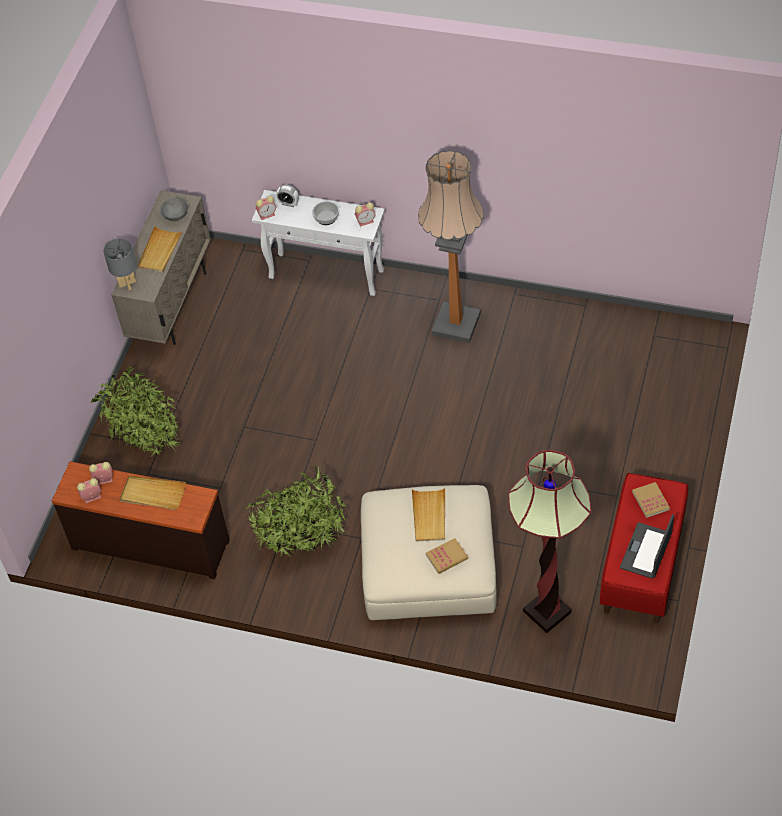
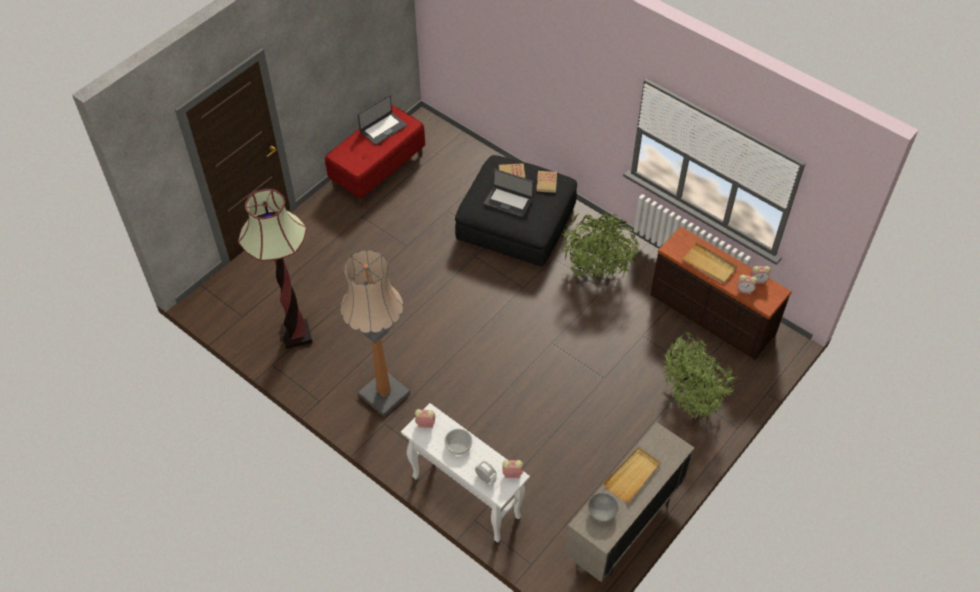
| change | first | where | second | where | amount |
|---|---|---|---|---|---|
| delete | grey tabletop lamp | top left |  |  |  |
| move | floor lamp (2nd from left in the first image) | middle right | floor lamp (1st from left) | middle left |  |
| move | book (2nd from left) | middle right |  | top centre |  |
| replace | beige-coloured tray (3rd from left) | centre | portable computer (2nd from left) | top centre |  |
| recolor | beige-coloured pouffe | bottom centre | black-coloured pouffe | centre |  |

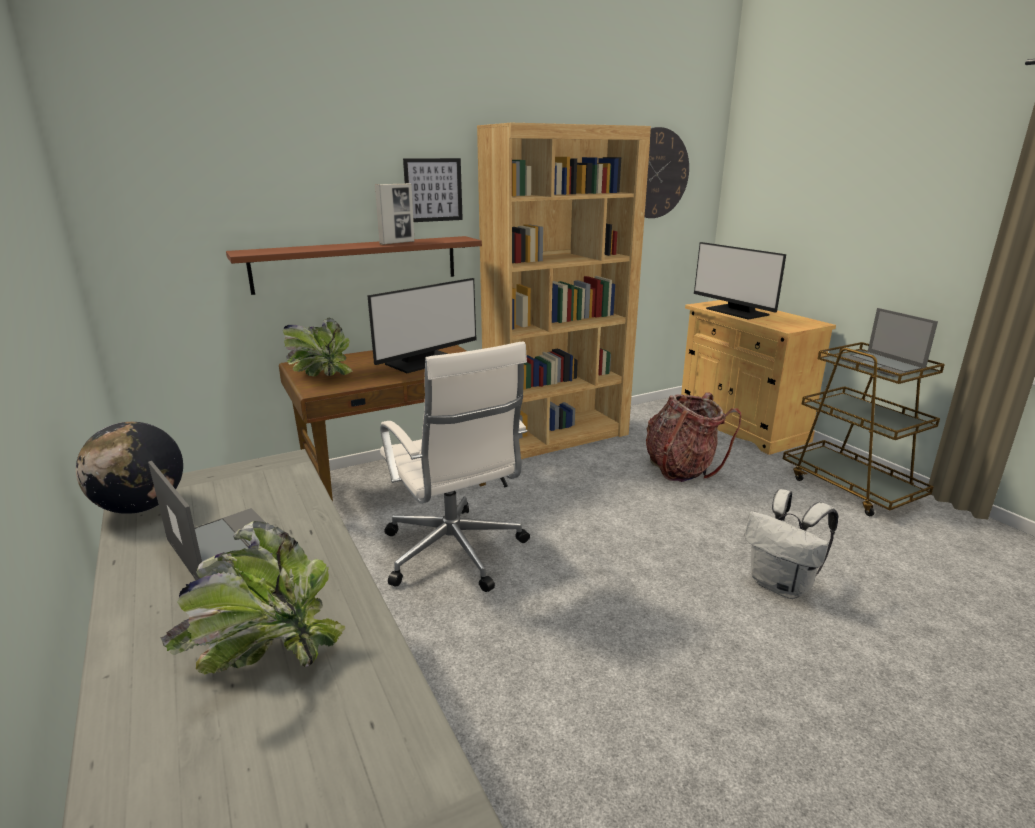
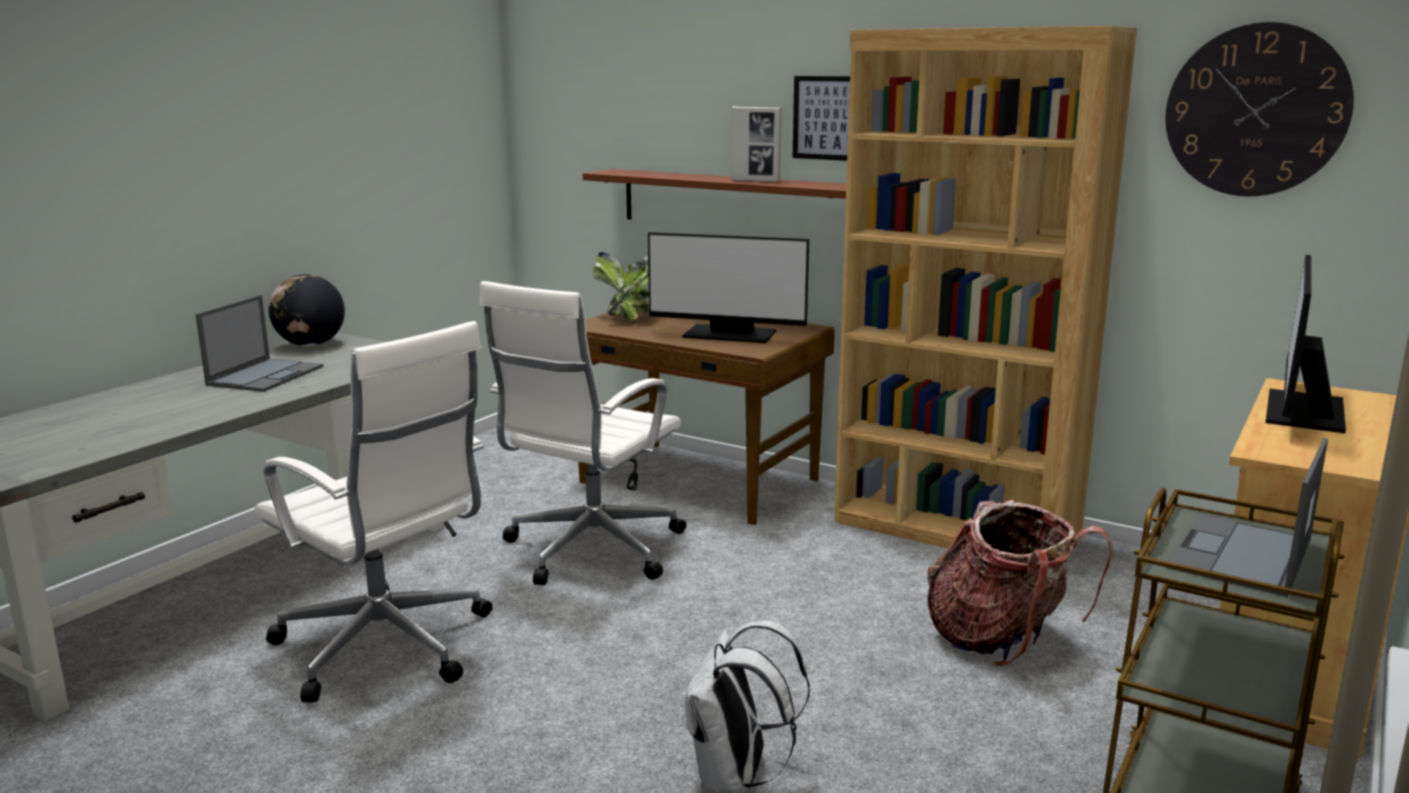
| change | first | where | second | where | amount |
|---|---|---|---|---|---|
| delete | plant in a pot (1st from left) | bottom left |  |  |  |
| insert |  |  | whitish desk chair (1st from left) | middle left |  |

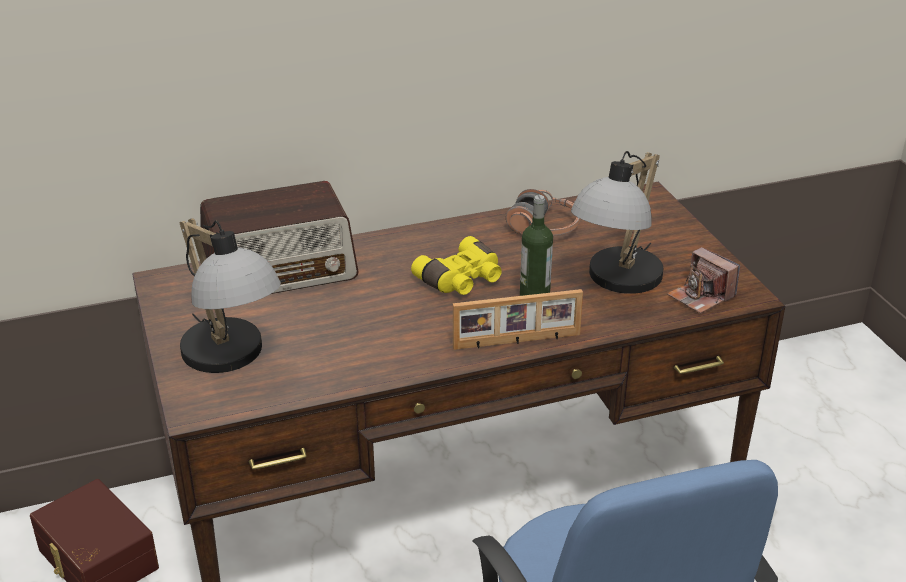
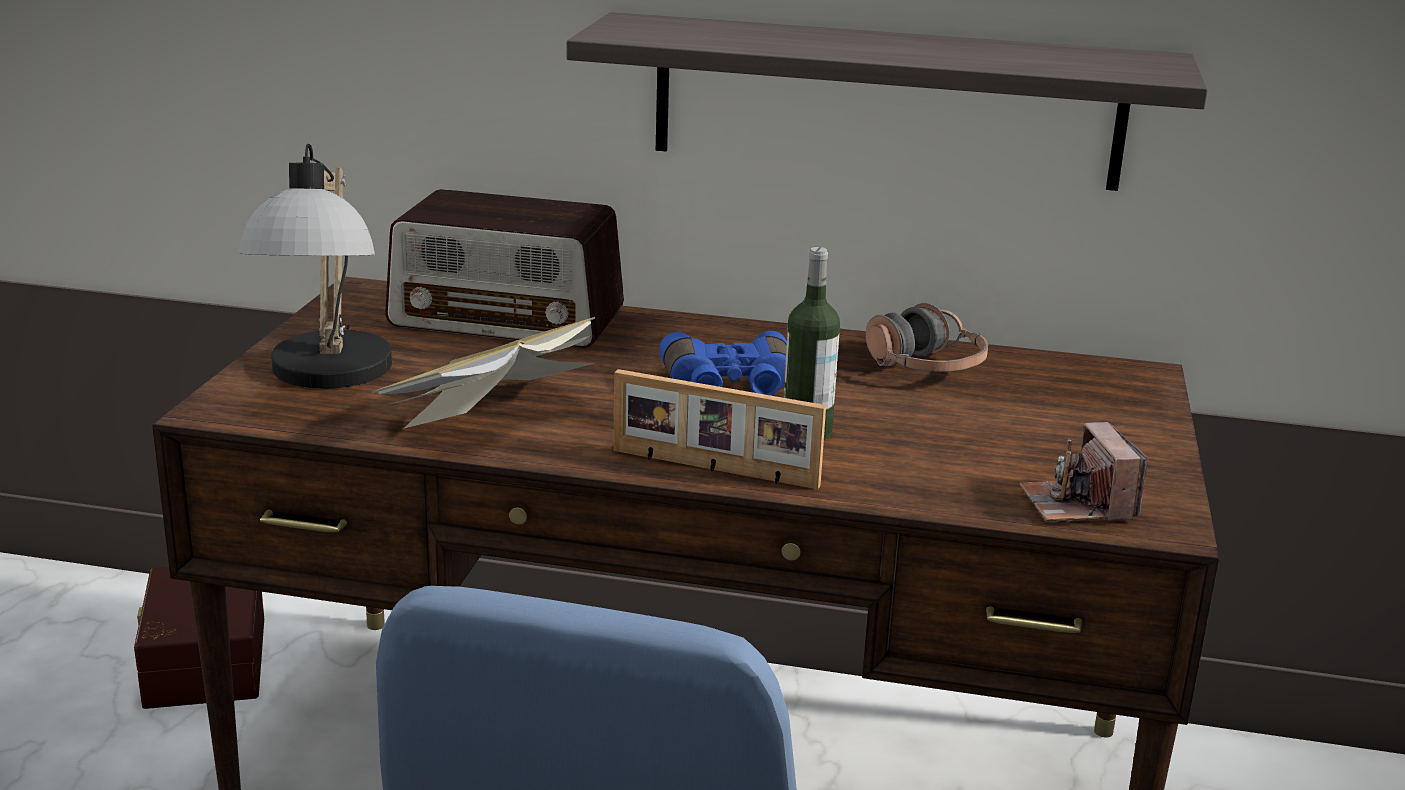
| change | first | where | second | where | amount |
|---|---|---|---|---|---|
| delete | tabletop lamp (2nd from left) | middle right |  |  |  |
| insert |  |  | book | centre |  |
| insert |  |  | shelf | top centre |  |
| recolor | yellow pair of binoculars | centre | blue pair of binoculars | centre |  |

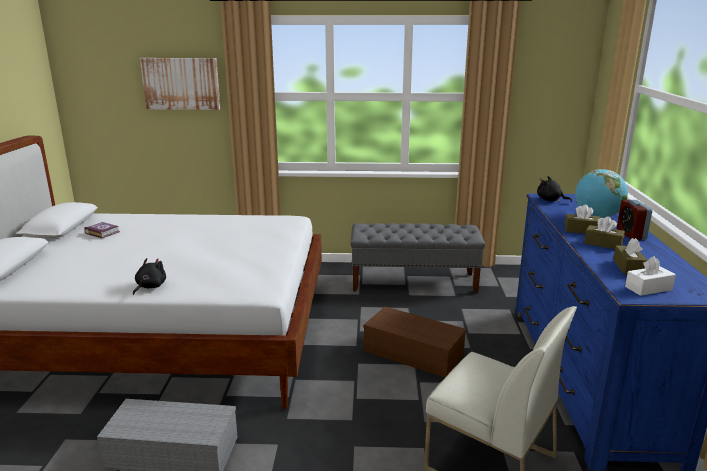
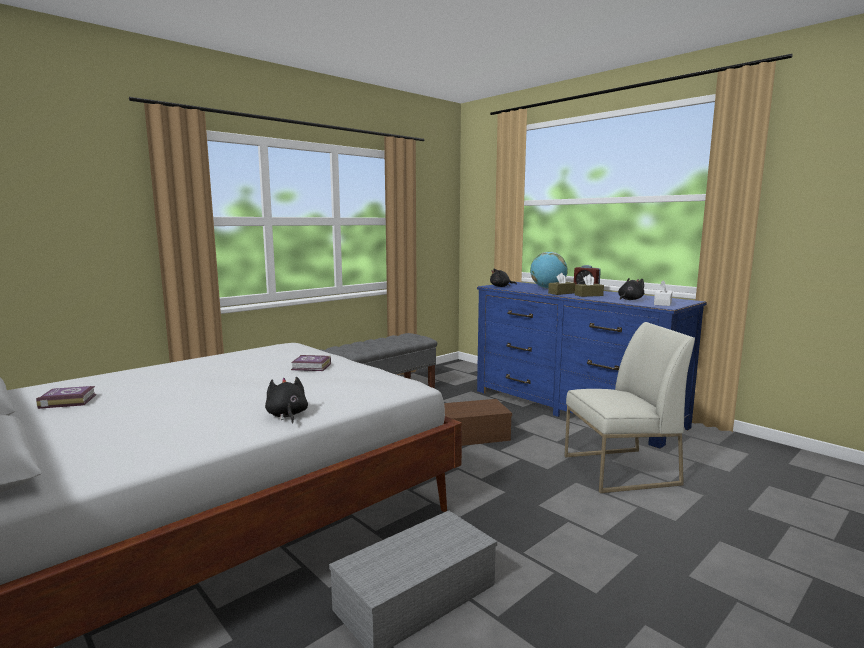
| change | first | where | second | where | amount |
|---|---|---|---|---|---|
| delete | picture | top left |  |  |  |
| insert |  |  | book (2nd from left) | centre |  |
| replace | brown tissue holder (3rd from left) | middle right | black-coloured plush toy (3rd from left) | middle right |  |

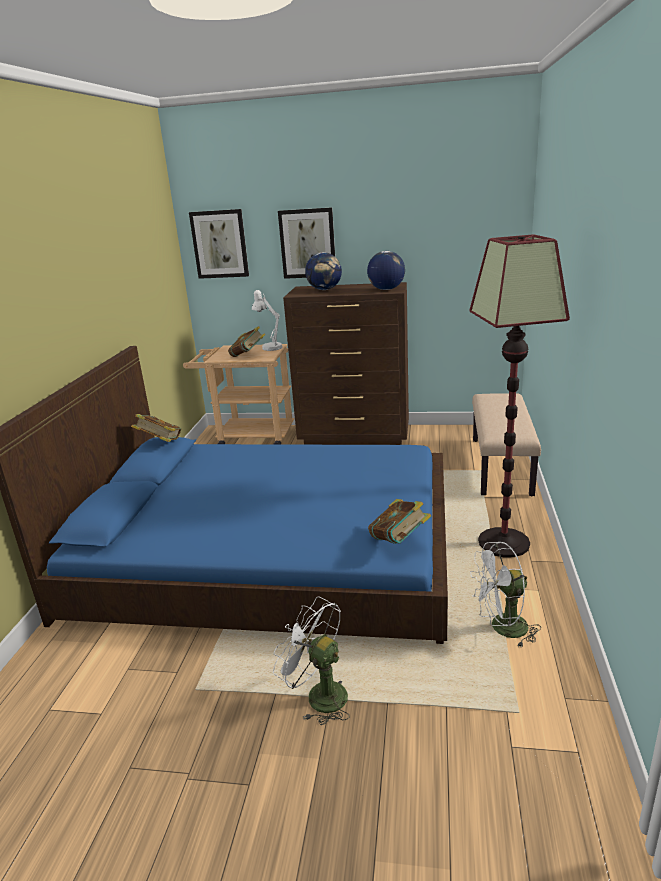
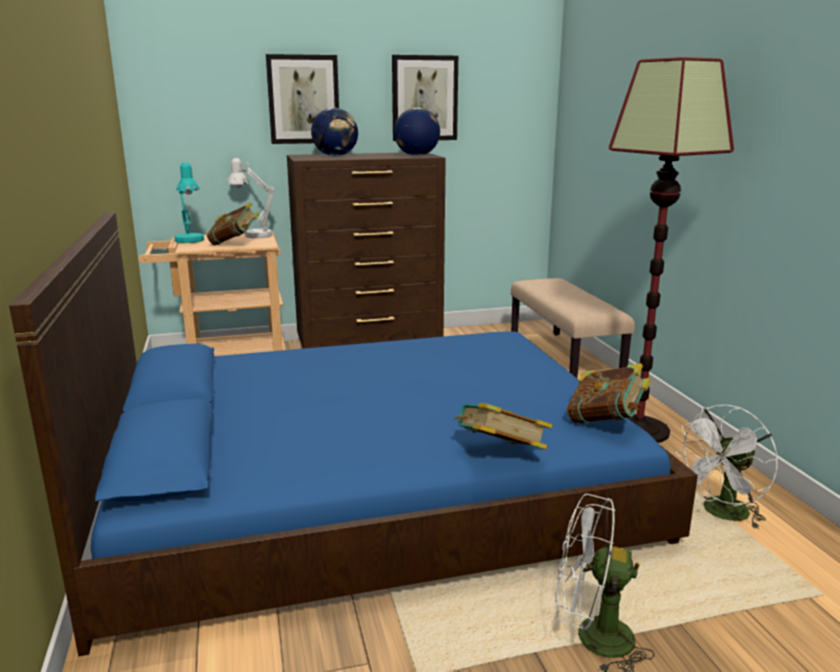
| change | first | where | second | where | amount |
|---|---|---|---|---|---|
| insert |  |  | blue-green tabletop lamp | top left |  |
| move | book (1st from left in the first image) | middle left | book (2nd from left) | centre |  |
| move | picture (1st from left in the first image) | top left | picture (2nd from left) | top centre |  |

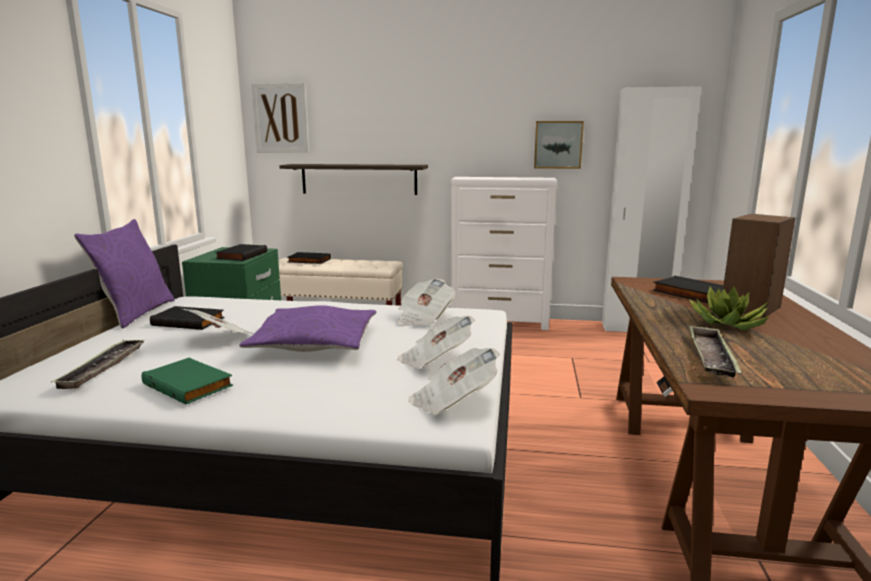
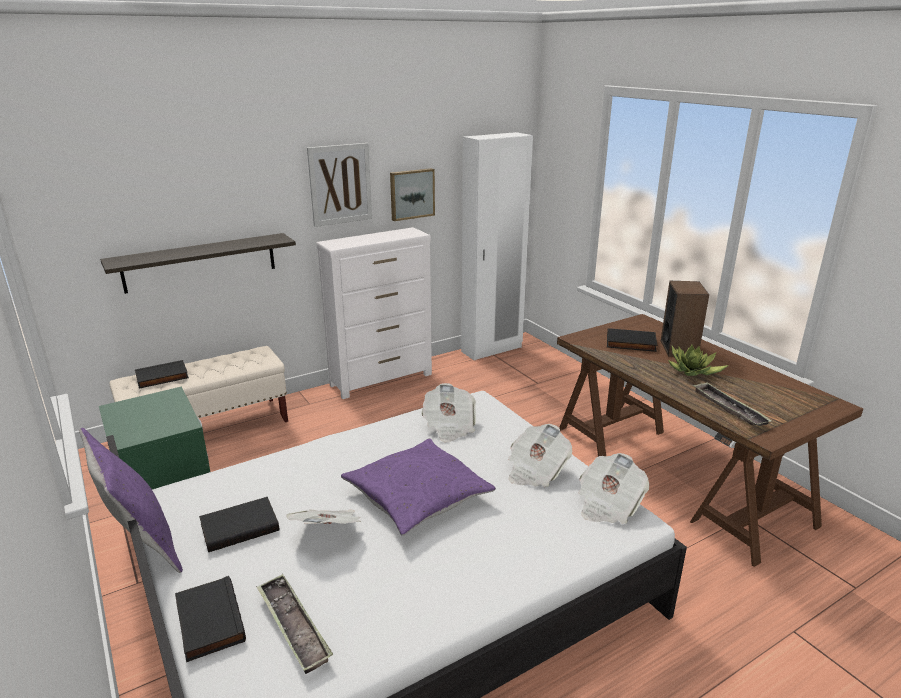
| change | first | where | second | where | amount |
|---|---|---|---|---|---|
| delete | green-coloured book | middle left |  |  |  |
| move | black-coloured book (2nd from left) | middle left |  | bottom left |  |
| move | picture (1st from left) | top left |  | top centre |  |

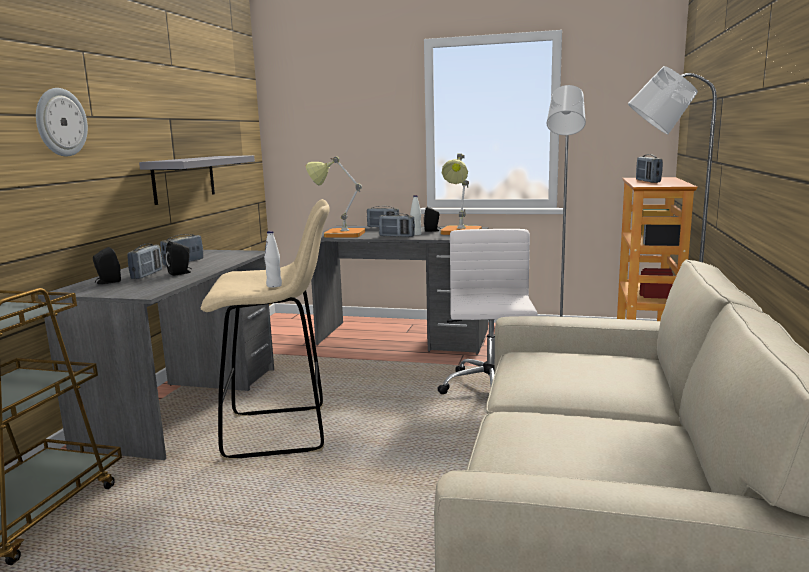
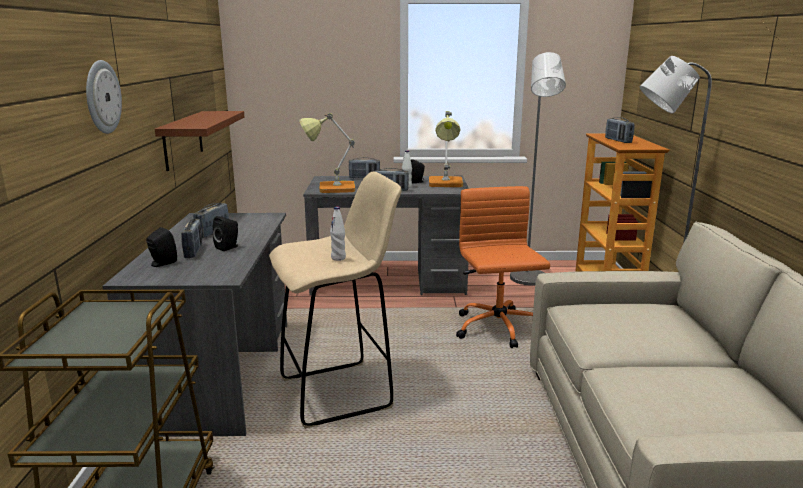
| change | first | where | second | where | amount |
|---|---|---|---|---|---|
| recolor | grey shelf | top left | brown shelf | top left |  |
| recolor | whitish desk chair | centre | orange desk chair | centre |  |

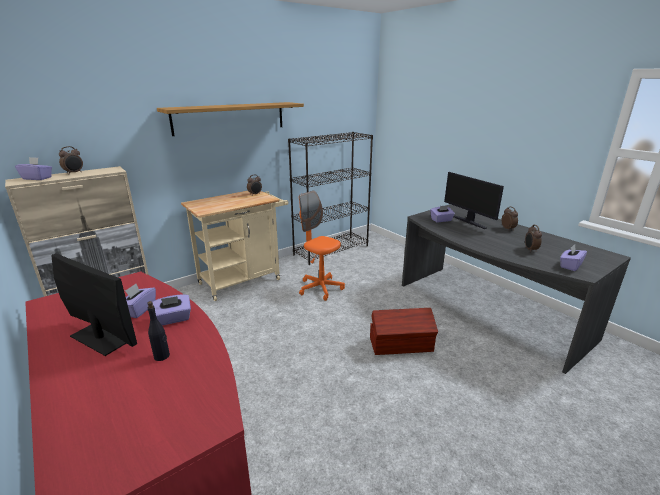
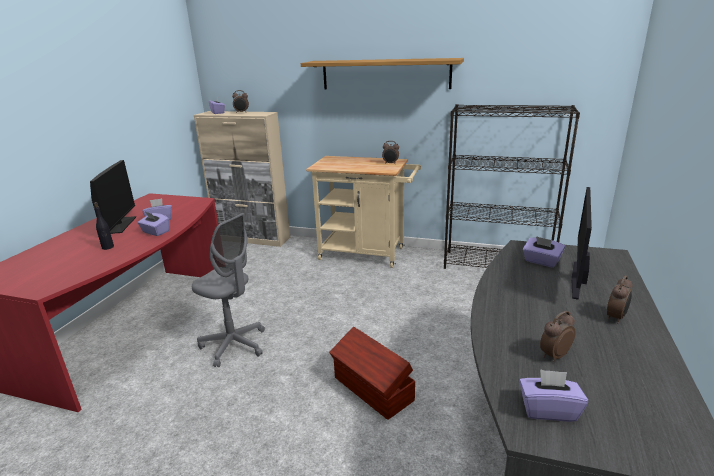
| change | first | where | second | where | amount |
|---|---|---|---|---|---|
| delete | orange desk chair | centre |  |  |  |
| insert |  |  | grey desk chair | middle left |  |

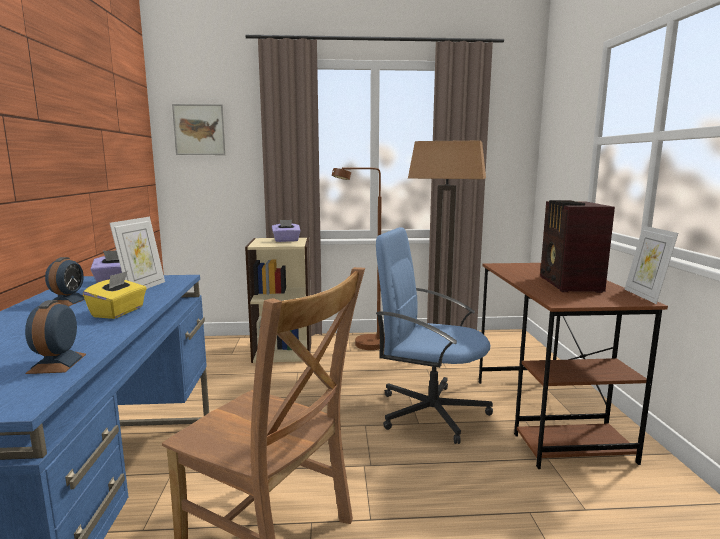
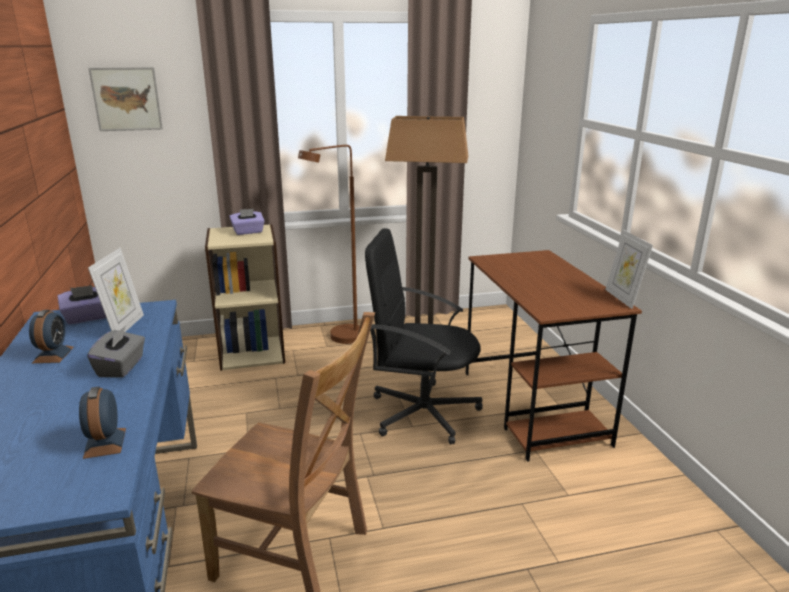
| change | first | where | second | where | amount |
|---|---|---|---|---|---|
| delete | radio | middle right |  |  |  |
| recolor | yellow tissue holder | middle left | grey tissue holder | middle left |  |
| recolor | blue desk chair | centre | black-coloured desk chair | centre |  |

